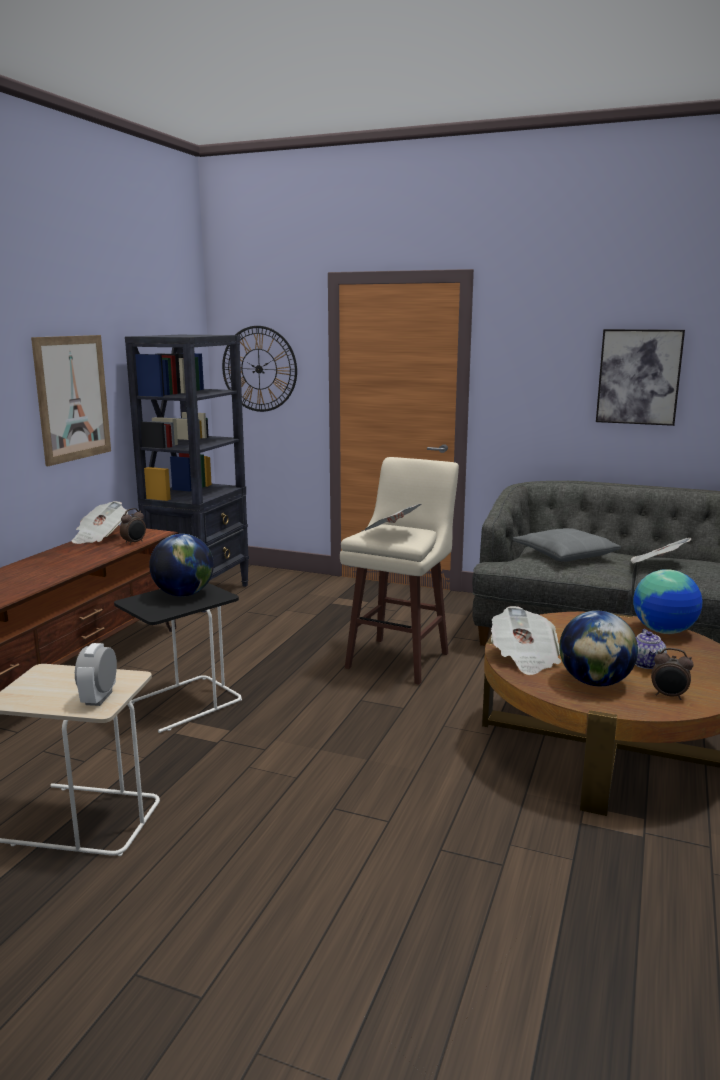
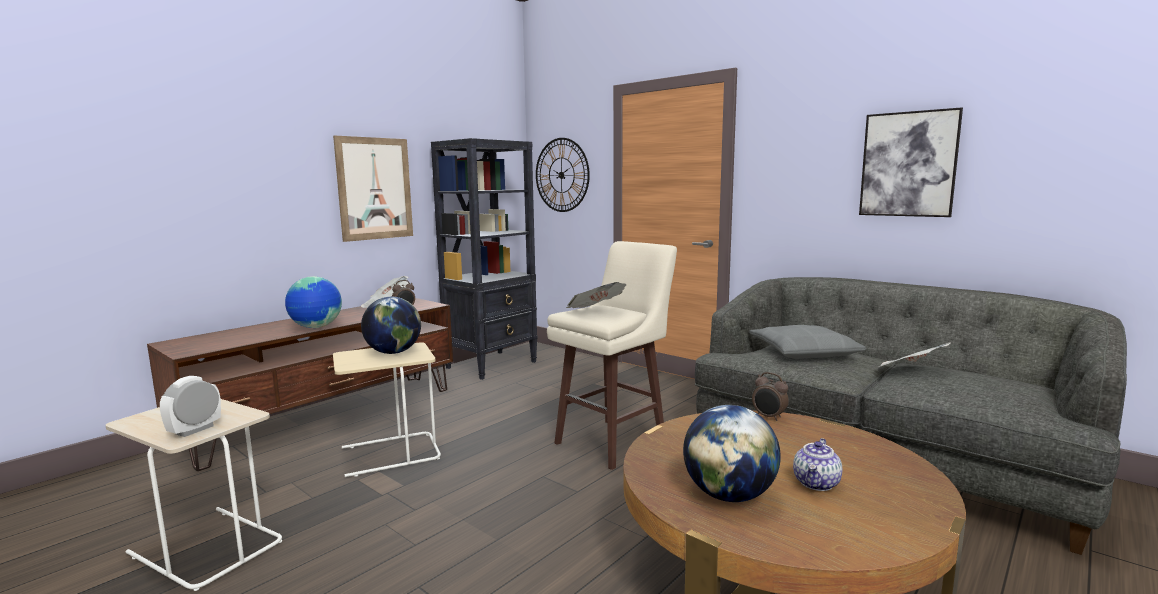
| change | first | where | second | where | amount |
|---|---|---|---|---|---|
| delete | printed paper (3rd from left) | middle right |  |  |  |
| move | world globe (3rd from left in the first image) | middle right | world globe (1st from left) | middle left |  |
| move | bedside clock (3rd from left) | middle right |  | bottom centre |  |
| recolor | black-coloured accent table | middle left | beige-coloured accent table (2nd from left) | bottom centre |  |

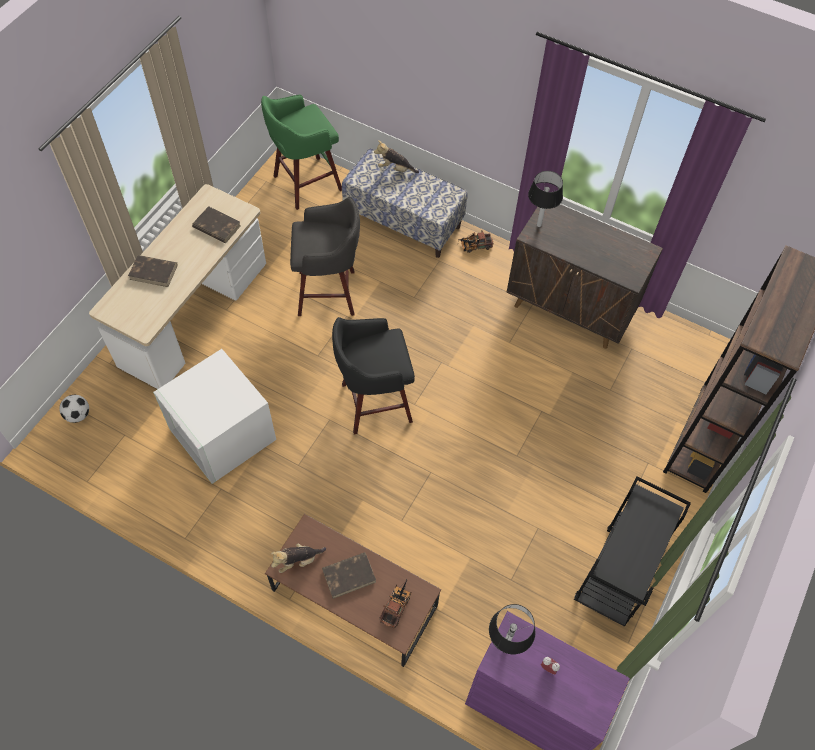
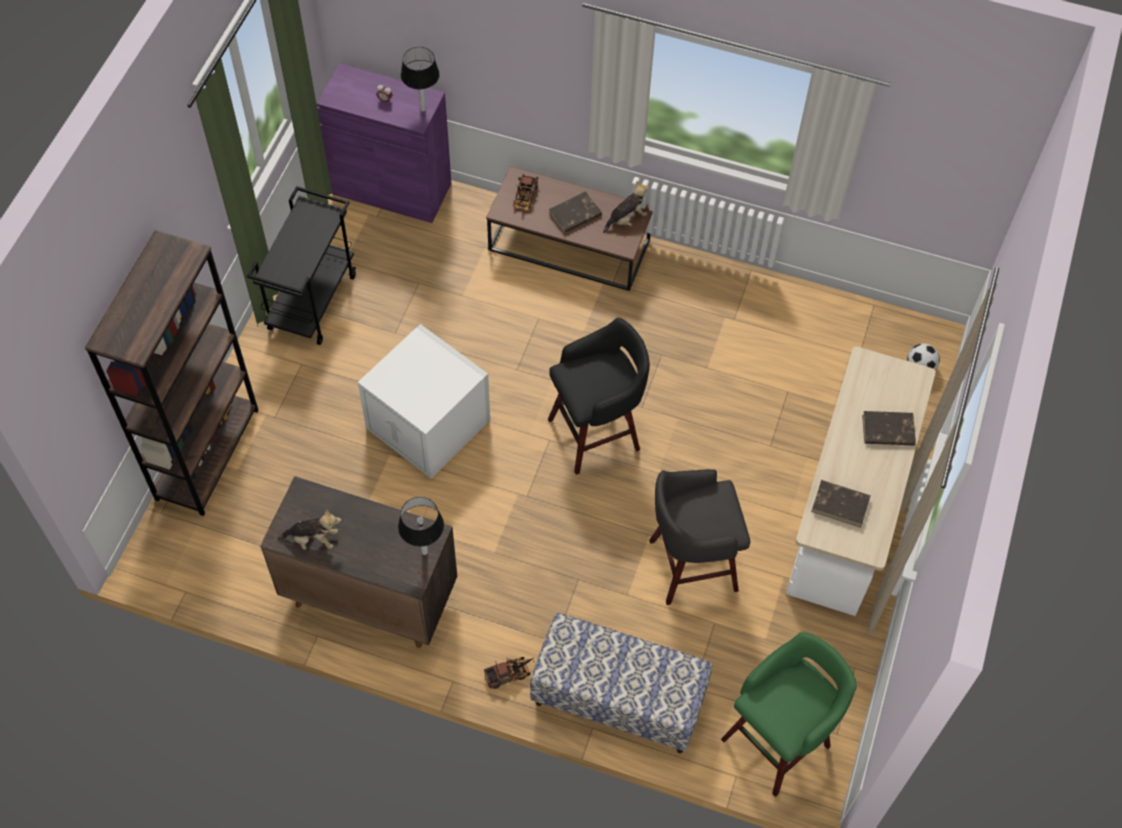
| change | first | where | second | where | amount |
|---|---|---|---|---|---|
| move | whitish storage box | middle left |  | centre |  |
| move | plush toy (2nd from left in the first image) | top centre | plush toy (1st from left) | middle left |  |

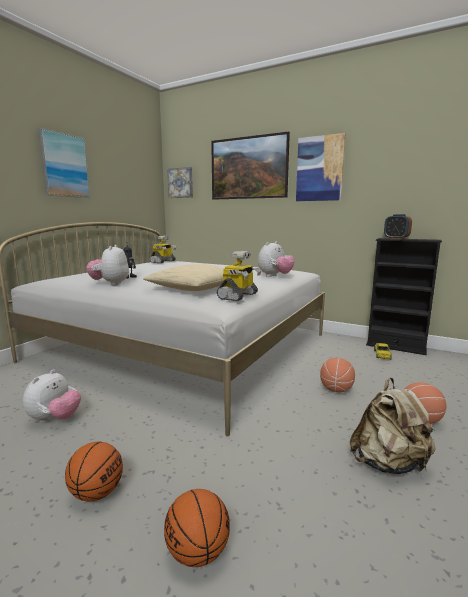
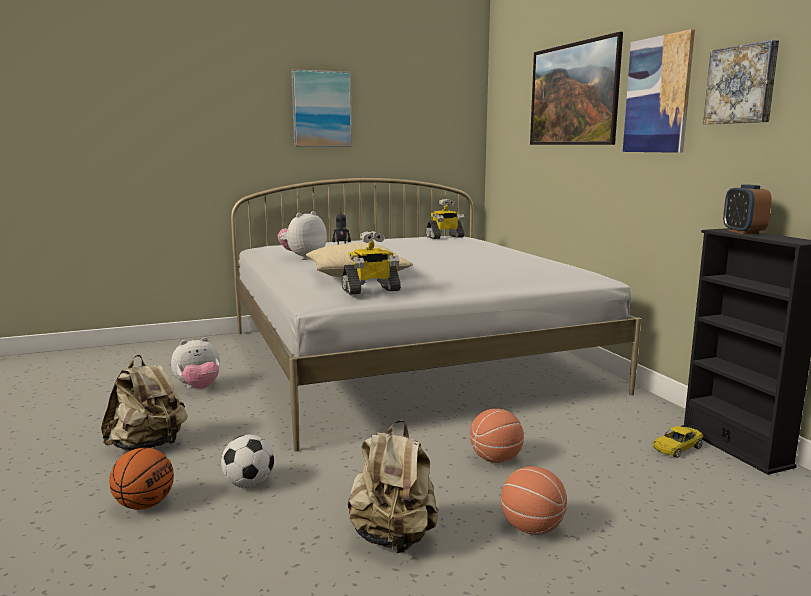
| change | first | where | second | where | amount |
|---|---|---|---|---|---|
| delete | plush toy (3rd from left) | centre |  |  |  |
| insert |  |  | football | bottom left |  |
| move | picture (2nd from left in the first image) | top centre | picture (4th from left) | top right |  |
| replace | basketball ball (1st from left) | bottom left | beige-coloured rucksack (1st from left) | bottom left |  |

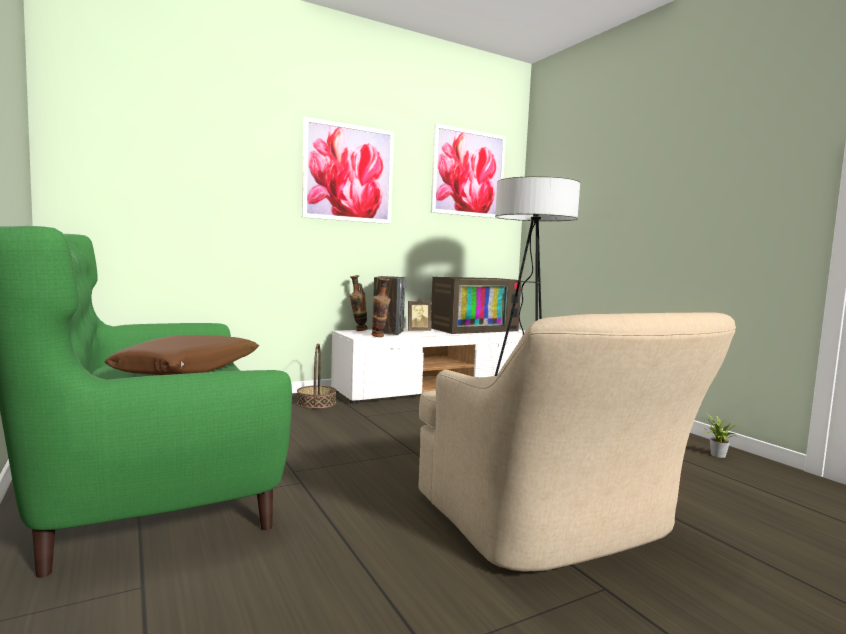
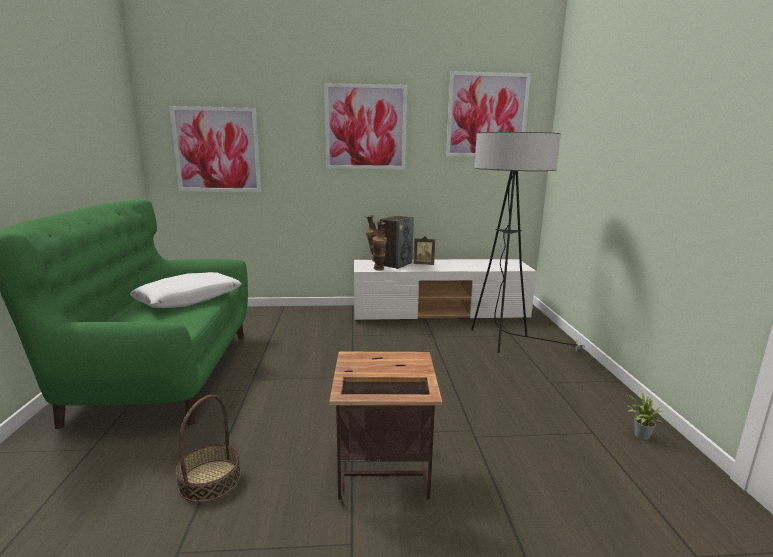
| change | first | where | second | where | amount |
|---|---|---|---|---|---|
| delete | television | centre |  |  |  |
| insert |  |  | picture (1st from left) | top left |  |
| move | storage basket | centre |  | bottom left |  |
| replace | beige-coloured easy chair | bottom right | accent table | bottom centre |  |
| recolor | brown throw pillow | middle left | whitish throw pillow | middle left |  |

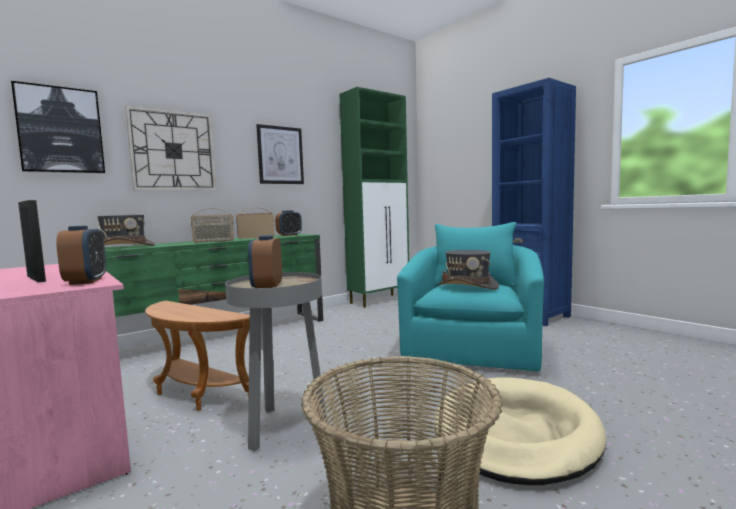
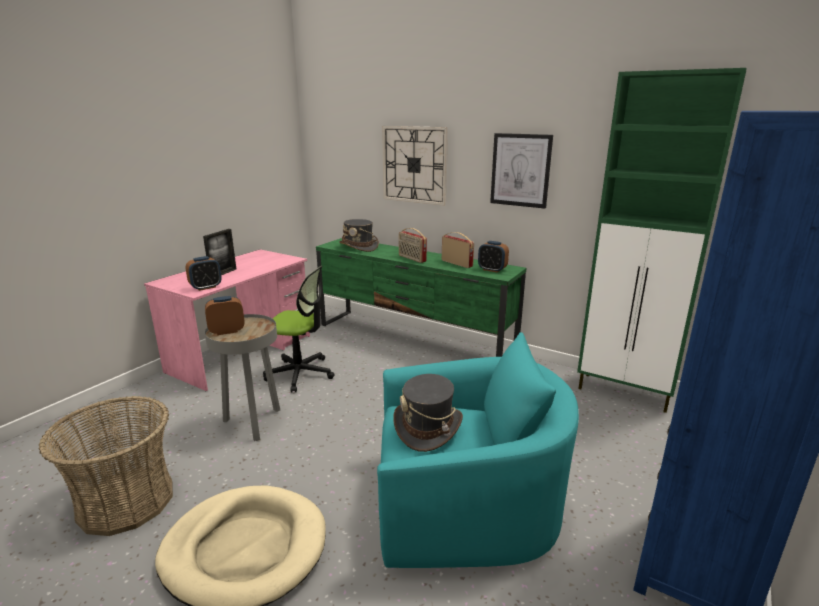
| change | first | where | second | where | amount |
|---|---|---|---|---|---|
| delete | picture (1st from left) | top left |  |  |  |
| replace | brown accent table | bottom left | desk chair | centre |  |

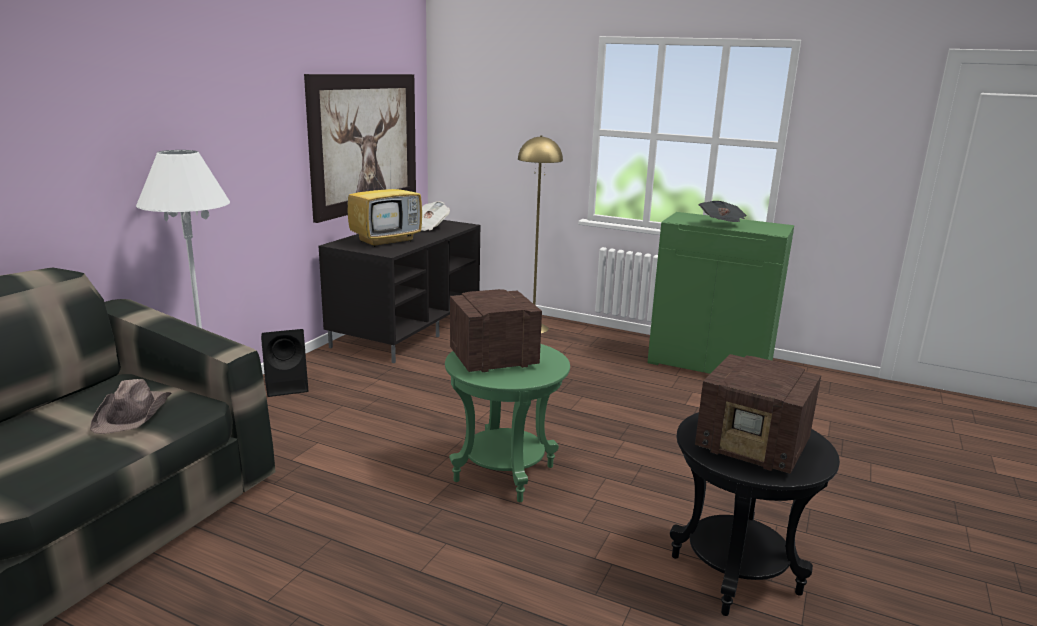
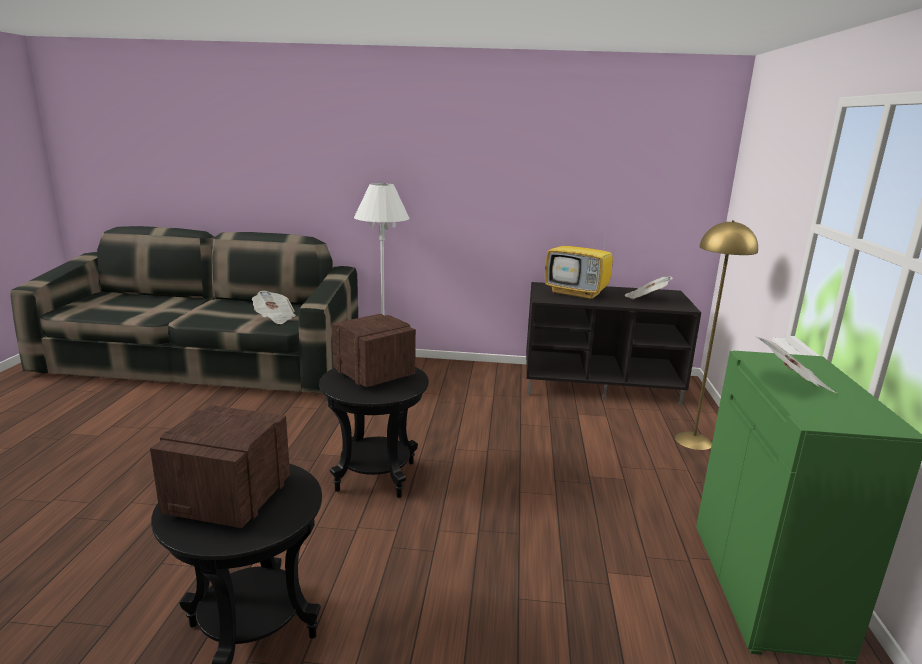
| change | first | where | second | where | amount |
|---|---|---|---|---|---|
| delete | black-coloured audio speaker | middle left |  |  |  |
| delete | picture | top centre |  |  |  |
| replace | brown clothing hat | middle left | printed paper (1st from left) | middle left |  |
| recolor | green-coloured accent table | bottom centre | black-coloured accent table (2nd from left) | centre |  |

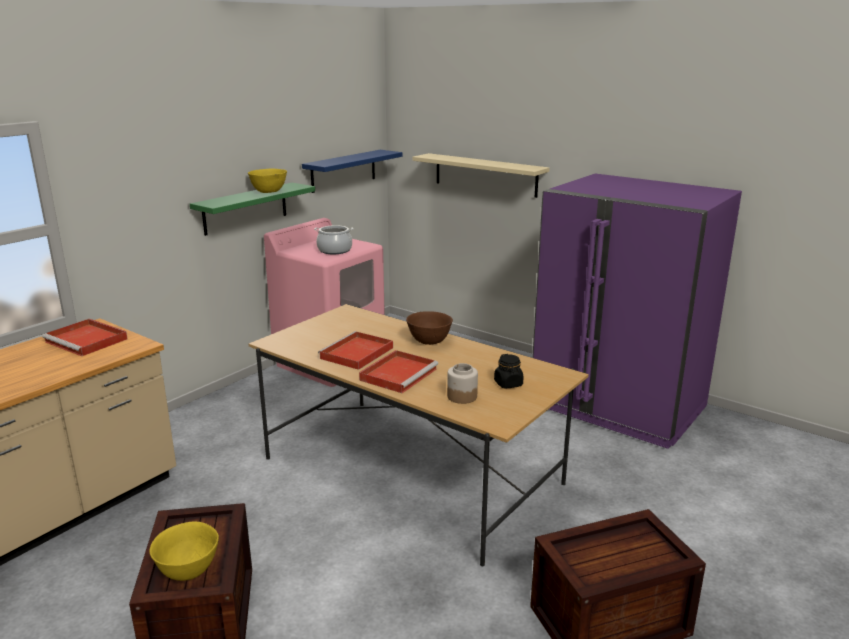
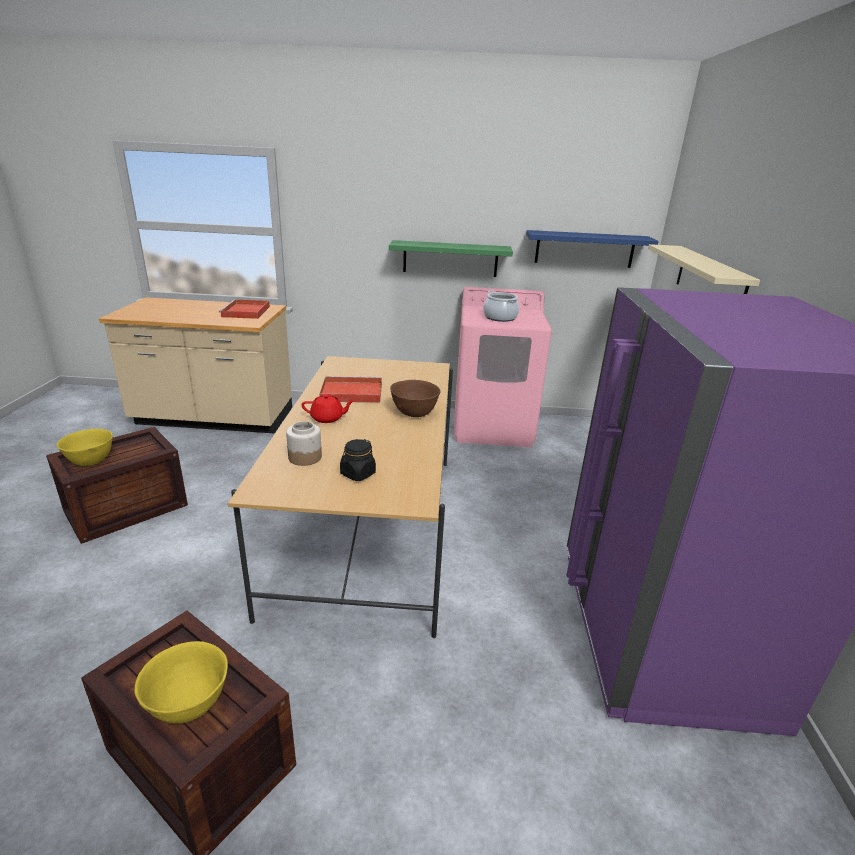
| change | first | where | second | where | amount |
|---|---|---|---|---|---|
| move | yellow bowl (2nd from left) | top left |  | bottom left |  |
| replace | red-coloured tray (3rd from left) | centre | red-coloured pot for tea | centre |  |

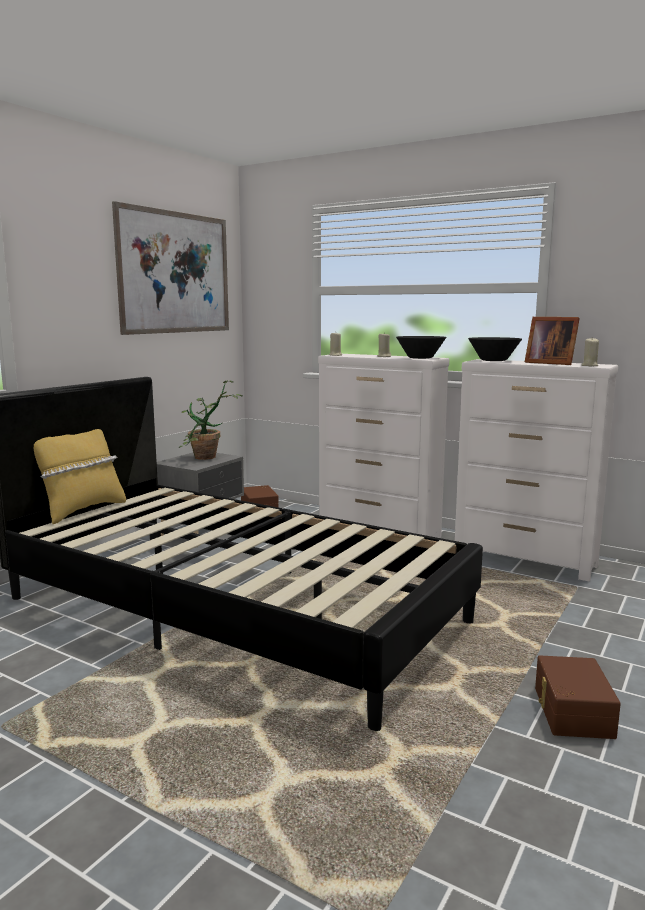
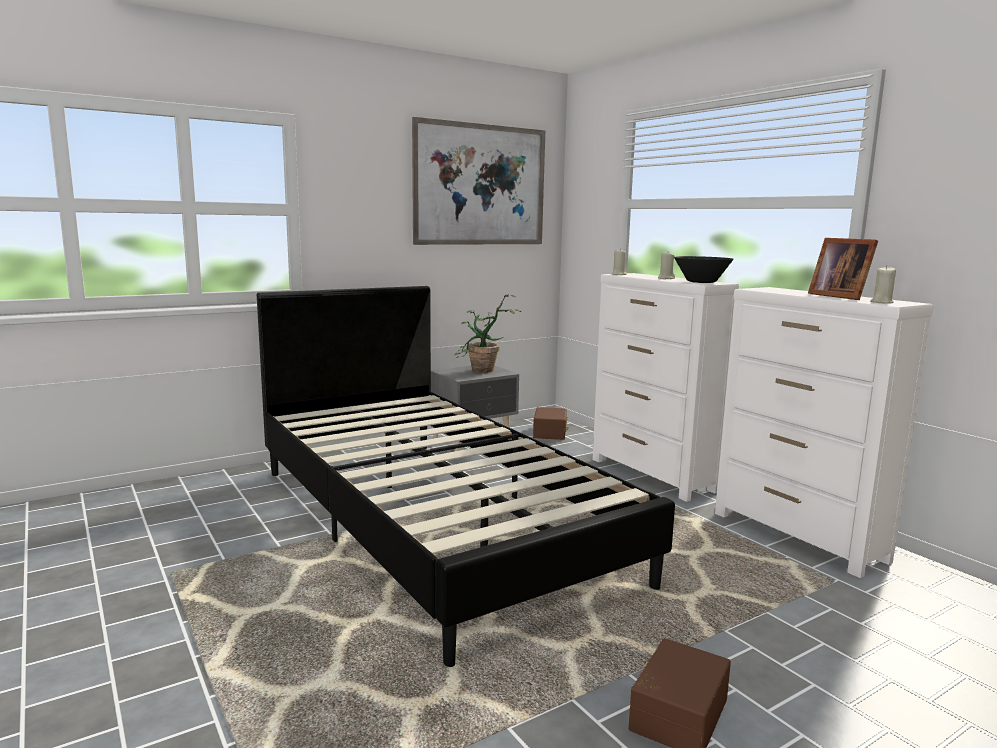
| change | first | where | second | where | amount |
|---|---|---|---|---|---|
| delete | yellow throw pillow | middle left |  |  |  |
| delete | black-coloured bowl (2nd from left) | middle right |  |  |  |

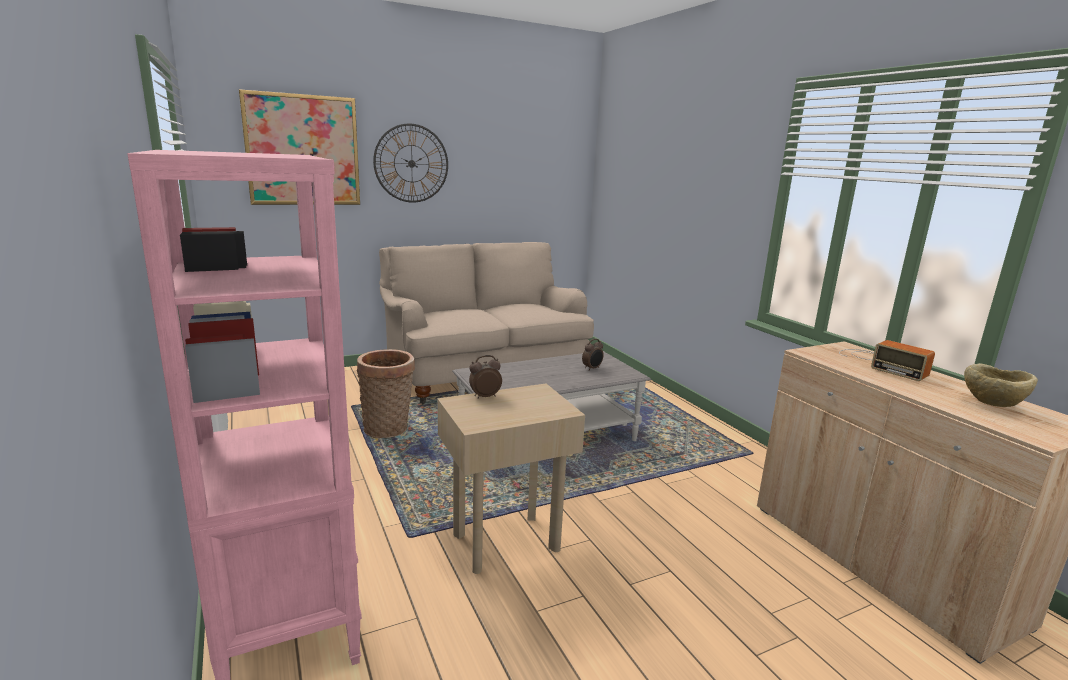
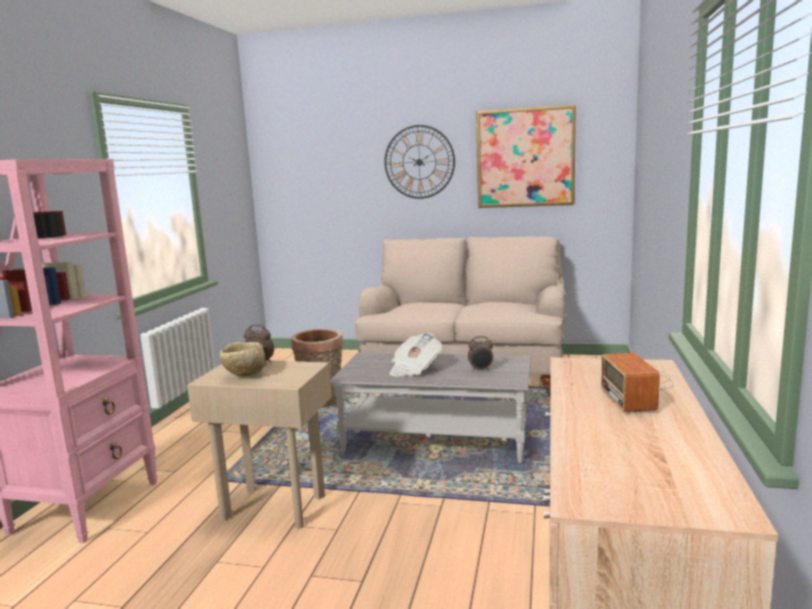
| change | first | where | second | where | amount |
|---|---|---|---|---|---|
| insert |  |  | printed paper | centre |  |
| move | picture | top left |  | top centre |  |
| move | beige-coloured bowl | middle right |  | middle left |  |

